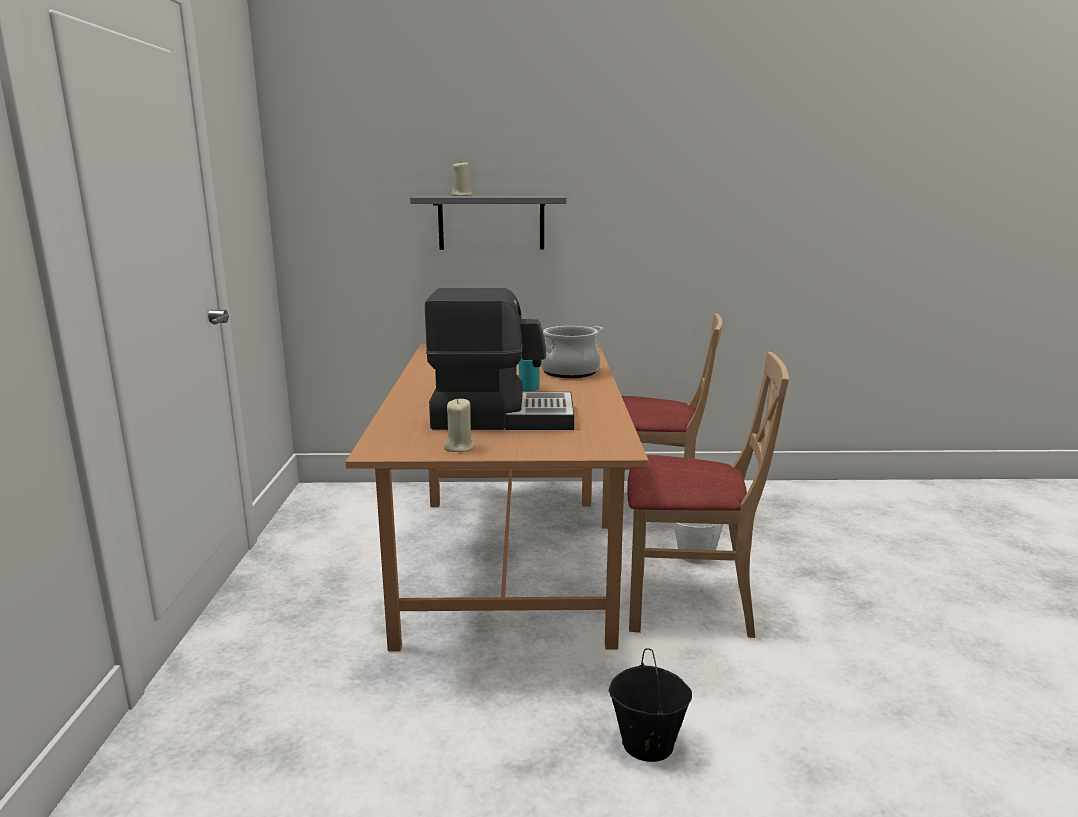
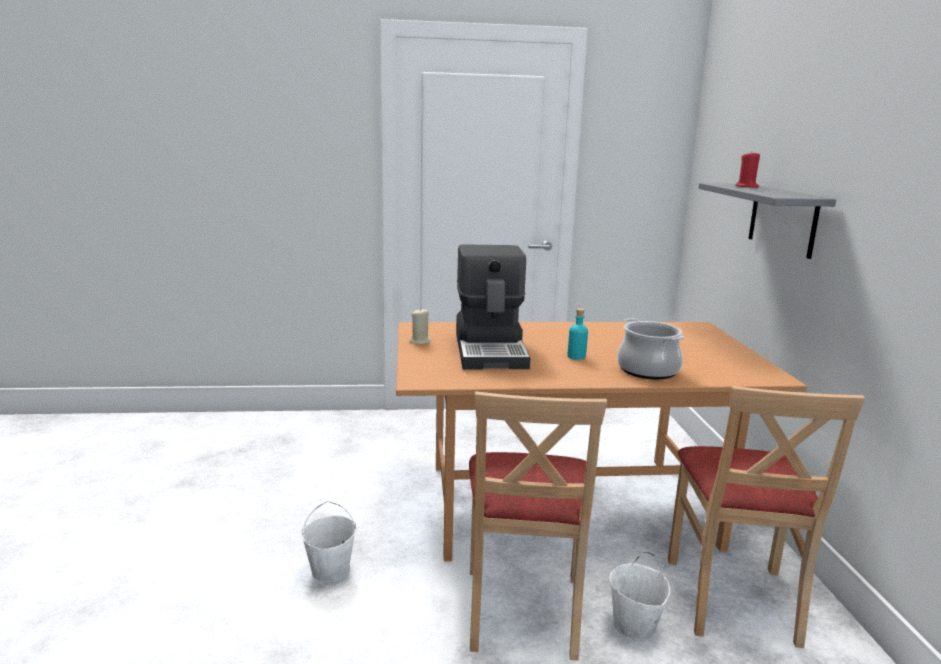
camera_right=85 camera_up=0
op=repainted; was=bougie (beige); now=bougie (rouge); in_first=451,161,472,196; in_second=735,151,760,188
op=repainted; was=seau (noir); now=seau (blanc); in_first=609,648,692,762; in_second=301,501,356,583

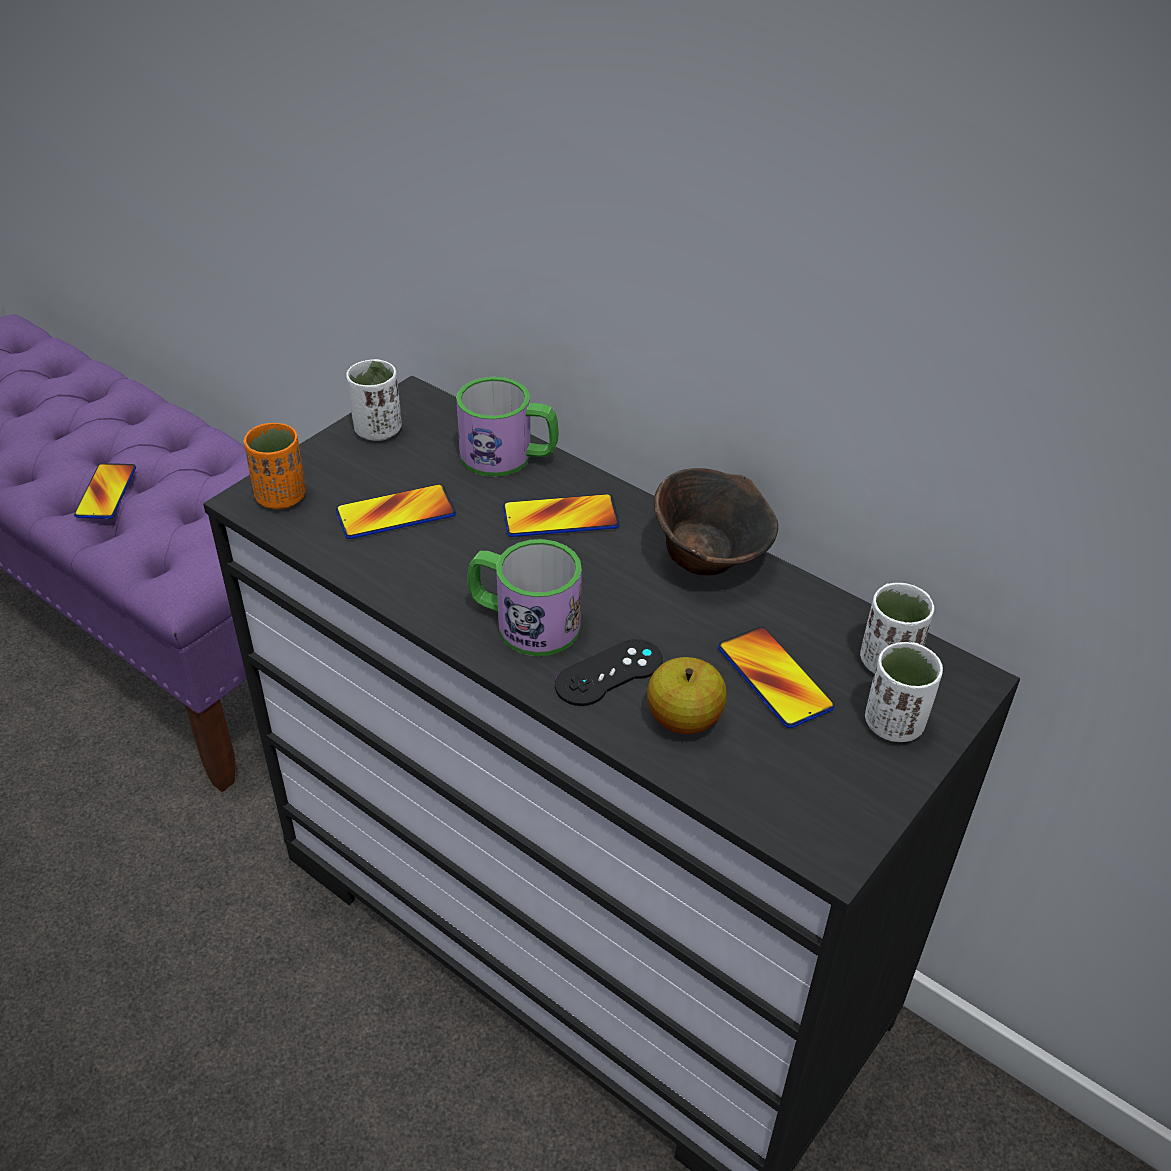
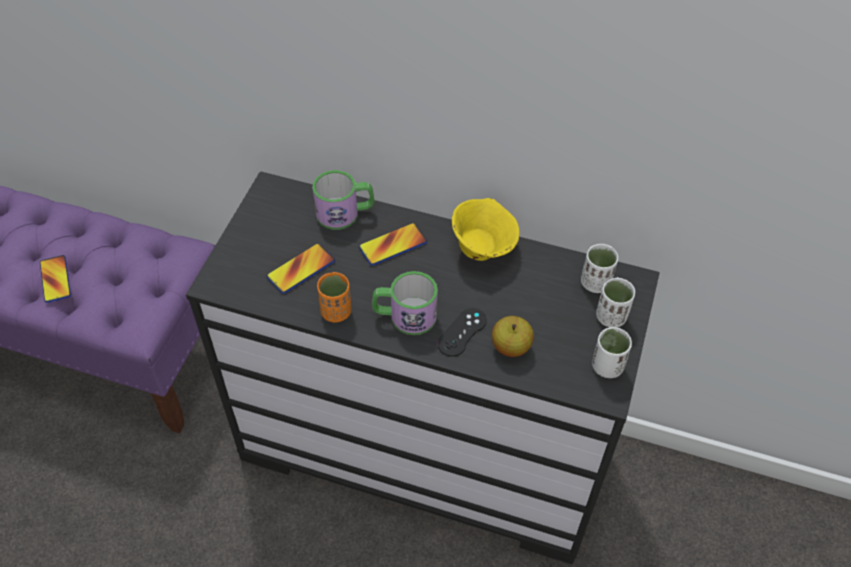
camera_right=-20 camera_up=10
op=shifted; was=tasse (orange); in_first=244,423,306,509; in_second=317,272,351,323
op=shifted; was=tasse (blanc); in_first=346,359,402,441; in_second=592,327,632,378
op=repainted; was=bol (marron); now=bol (jaune); in_first=654,468,778,576; in_second=452,198,520,261
op=gone; was=téléphone; in_first=718,626,835,728

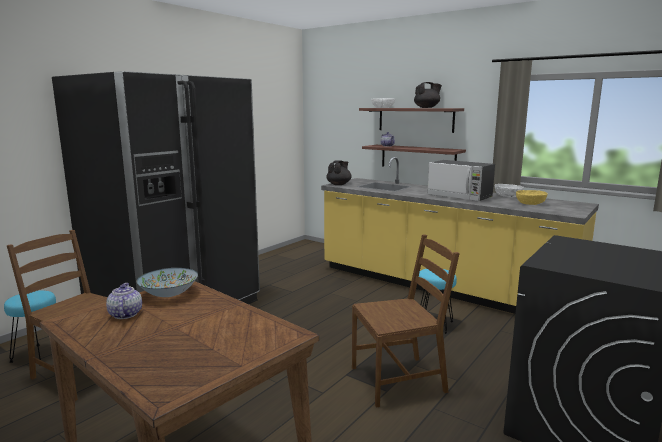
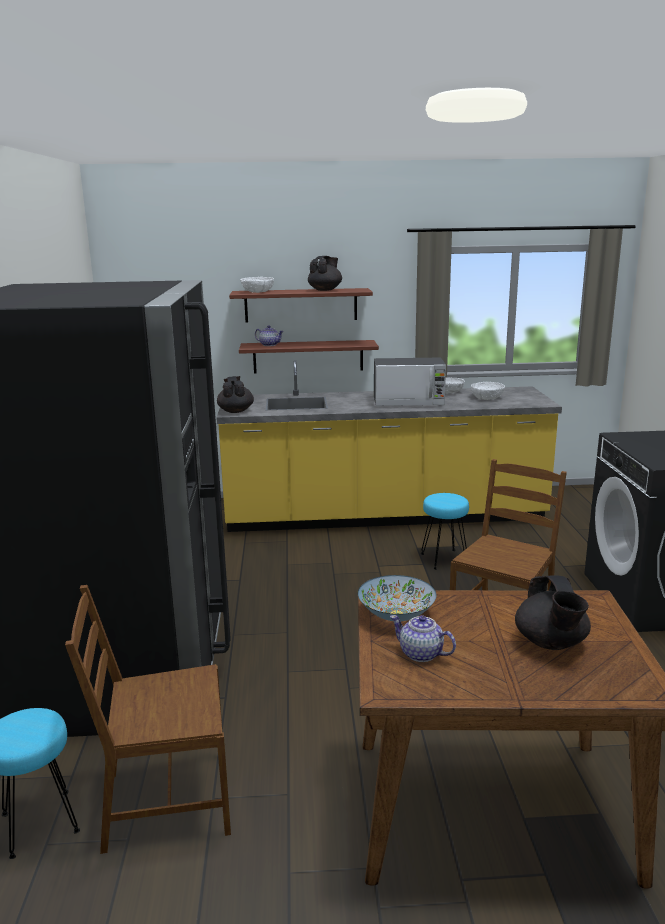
camera_right=-40 camera_up=5
op=repainted; was=bol (jaune); now=bol (blanc); in_first=516,190,548,205; in_second=471,382,505,400
op=new; now=théière (noir); in_second=515,576,591,650

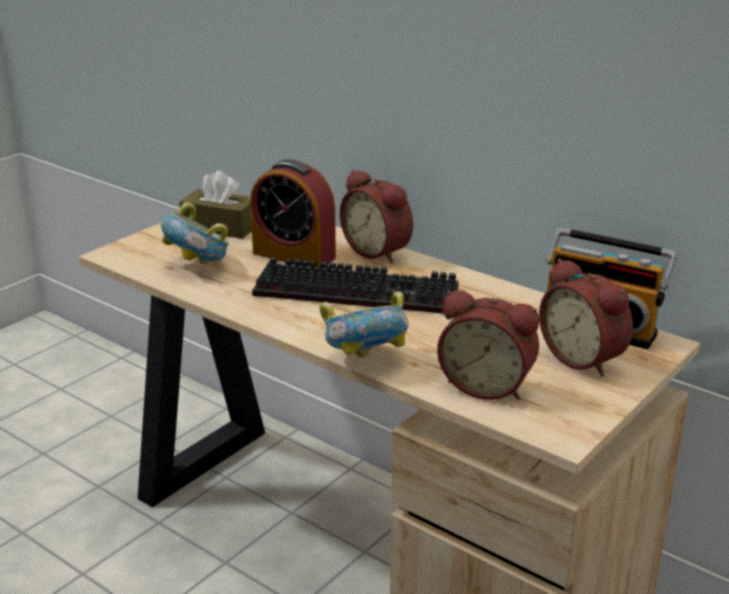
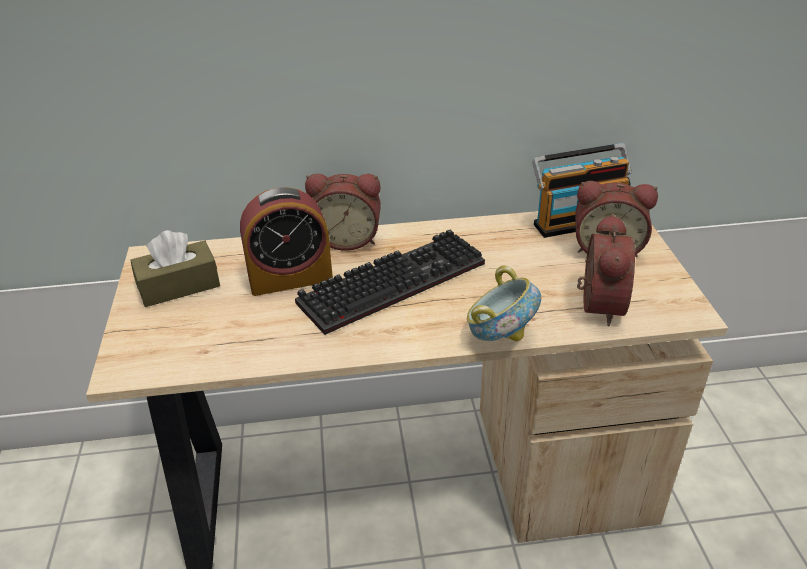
camera_right=-45 camera_up=10
op=gone; was=bol; in_first=161,202,229,265
op=rotated; was=réveil; in_first=437,290,539,400; in_second=577,214,635,326; clockwise=-60

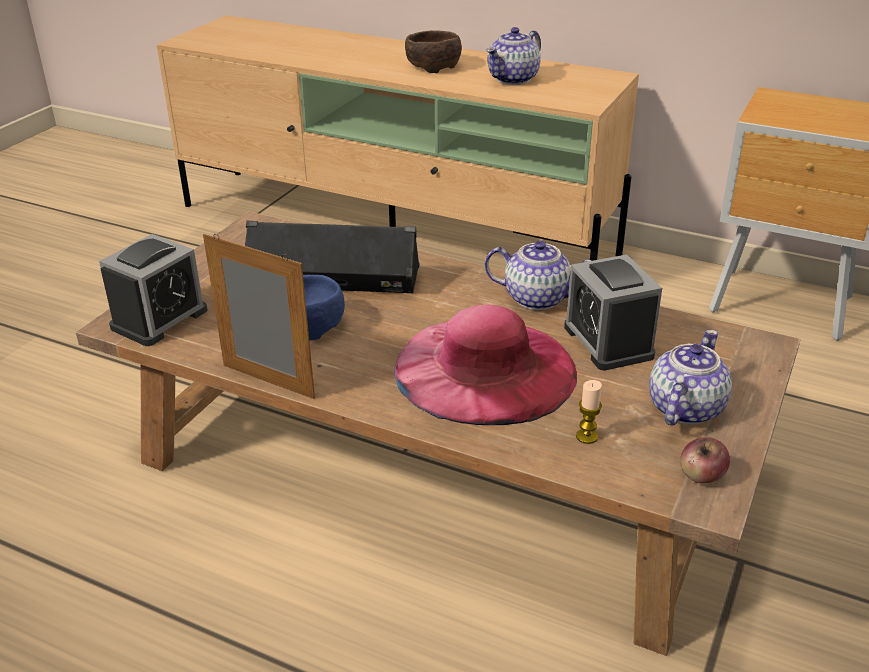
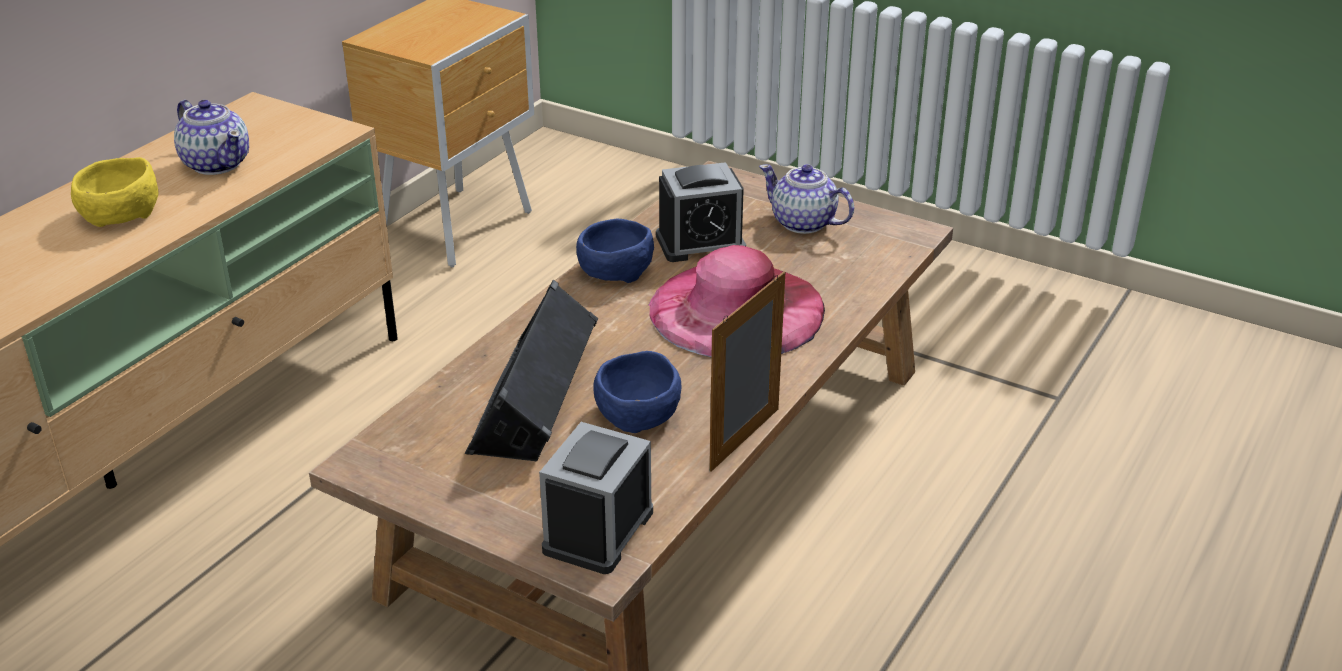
camera_right=-85 camera_up=0
op=rotated; was=réveil; in_first=99,234,208,346; in_second=539,422,653,574; clockwise=-105
op=repainted; was=bol (marron); now=bol (jaune); in_first=405,30,462,73; in_second=71,157,159,227
op=swapped; was=théière; now=bol (bleu); in_first=485,241,591,310; in_second=576,219,654,283
op=gone; was=bougie; in_first=576,380,602,444
op=gone; was=pomme; in_first=680,437,730,484

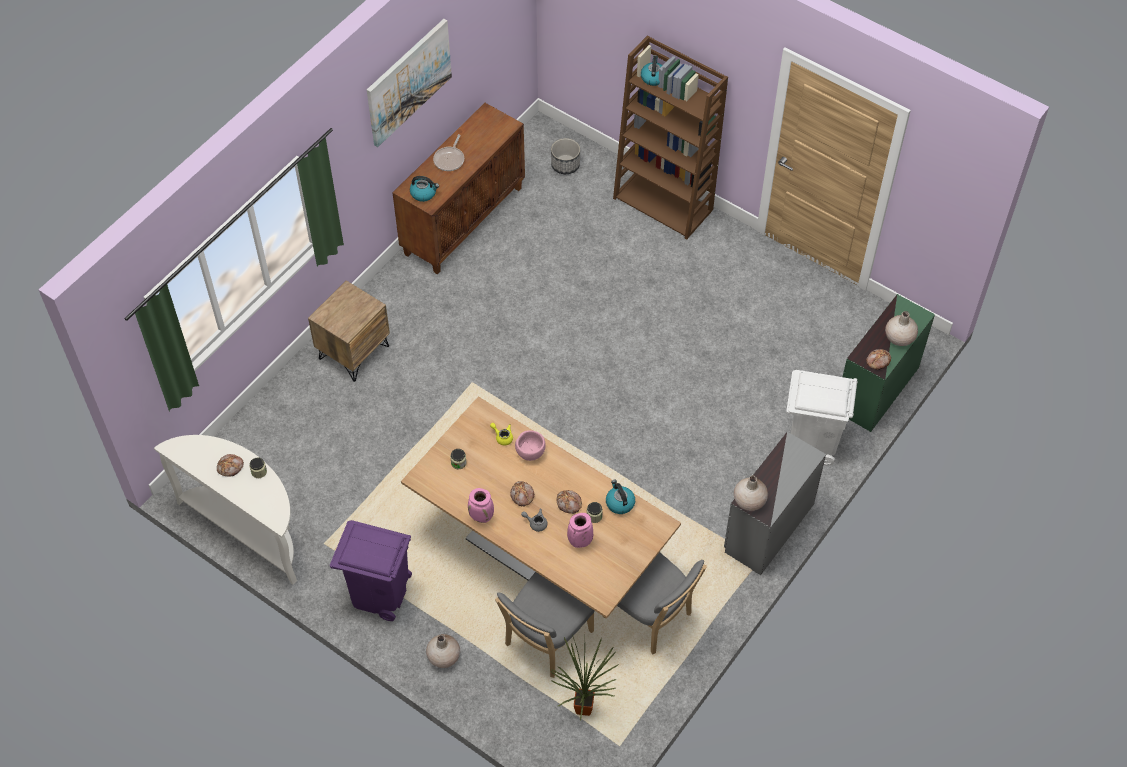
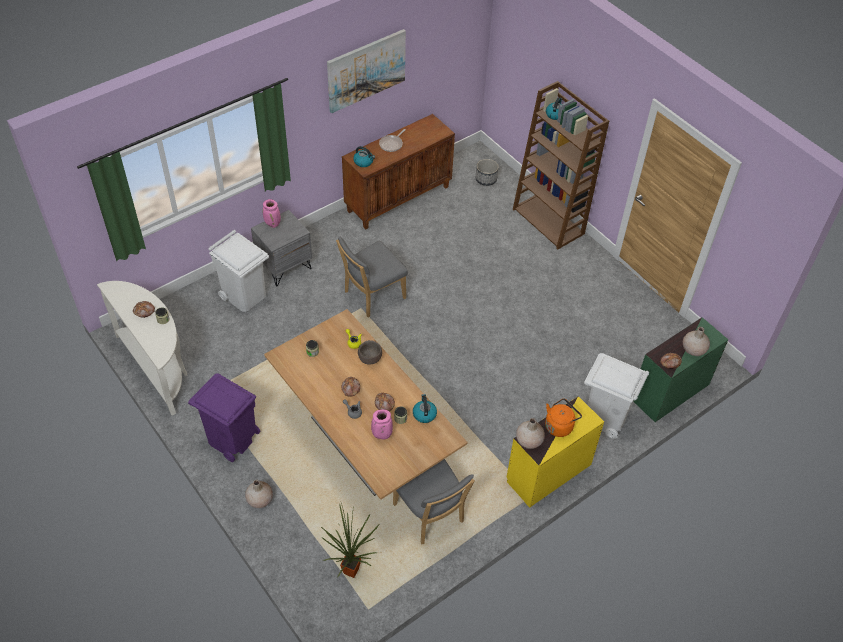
camera_right=15 camera_up=-5
op=repainted; was=table de chevet (marron); now=table de chevet (gris); in_first=308,280,390,382; in_second=251,210,312,286
op=shifted; was=vase (rose); in_first=468,488,494,523; in_second=262,199,281,228
op=shifted; was=chaise (gris); in_first=495,572,595,678; in_second=336,236,408,318
op=repainted; was=bol (rose); now=bol (marron); in_first=515,430,546,461; in_second=358,340,382,365
op=repainted; was=commode (gris); now=commode (jaune); in_first=724,432,826,575; in_second=507,396,604,508
op=new; now=poubelle (blanc); in_second=208,230,269,312
op=new; now=bouilloire (orange); in_second=545,398,582,437

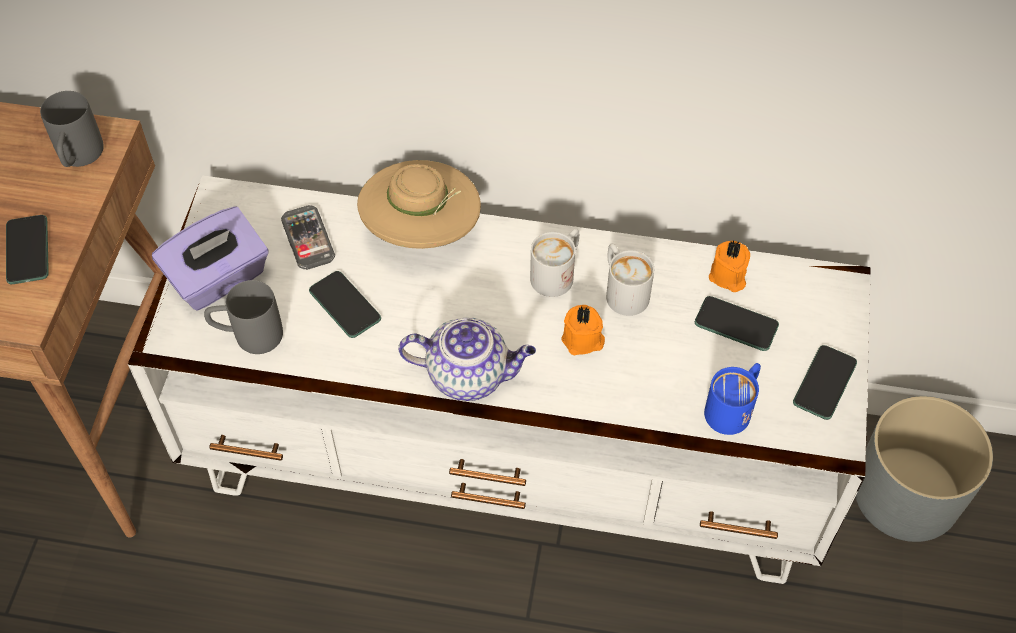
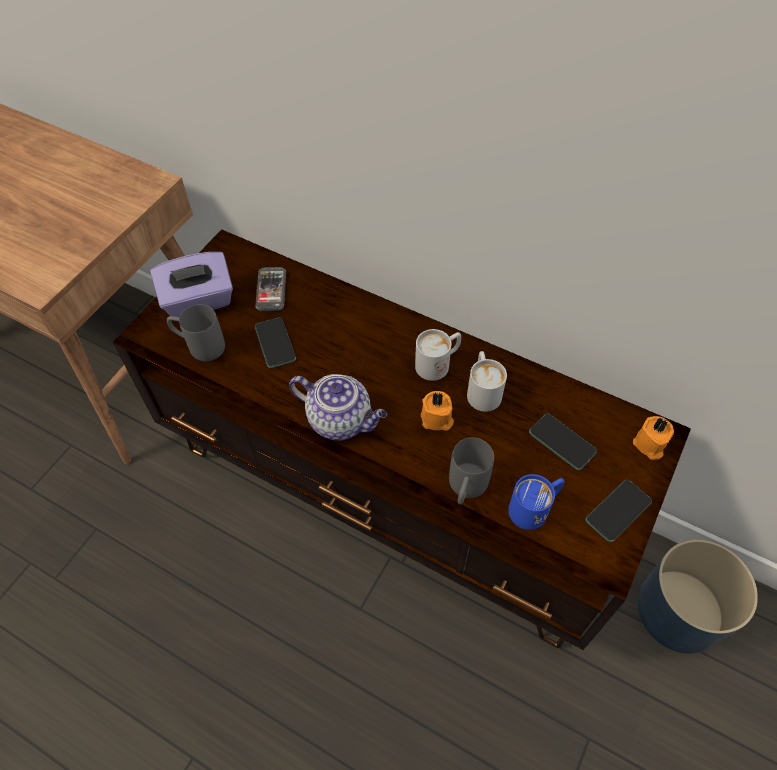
camera_right=20 camera_up=0
op=gone; was=téléphone; in_first=6,215,49,284
op=shifted; was=mug (gris); in_first=40,91,104,167; in_second=449,438,494,505
op=repainted; was=meuble télé (blanc); now=meuble télé (marron); in_first=128,175,871,584; in_second=113,229,691,650
op=gone; was=chapeau (beige); in_first=357,160,481,249
op=shifted; was=bougie (orange); in_first=709,240,750,292; in_second=633,416,674,460
op=repainted; was=cache-pot (gris); now=cache-pot (bleu); in_first=855,396,993,542; in_second=638,539,758,654

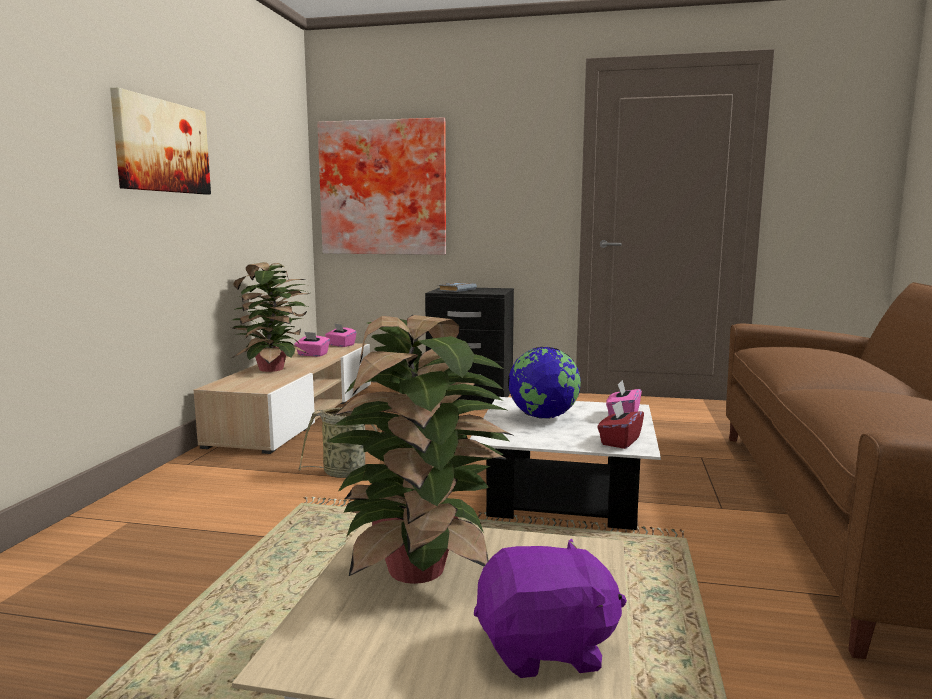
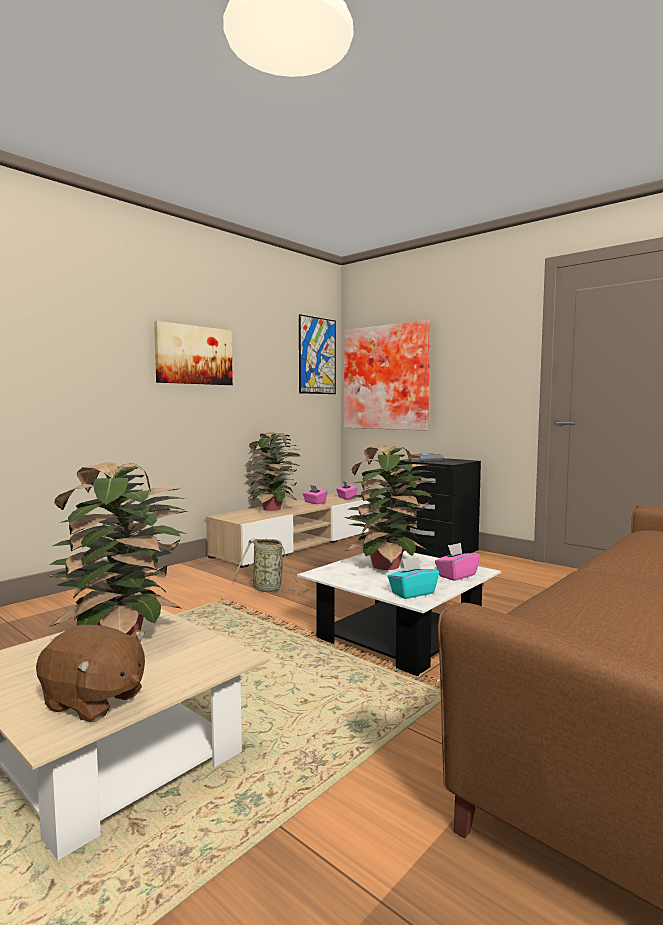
camera_right=30 camera_up=-5
op=repainted; was=peluche (violet); now=peluche (marron); in_first=474,538,627,678; in_second=36,625,145,722
op=swapped; was=globe; now=plante en pot; in_first=508,347,581,419; in_second=343,445,435,570
op=repainted; was=boîte à mouchoirs (rouge); now=boîte à mouchoirs (turquoise); in_first=597,400,644,449; in_second=387,557,439,599
op=new; now=tableau; in_second=299,314,336,394

